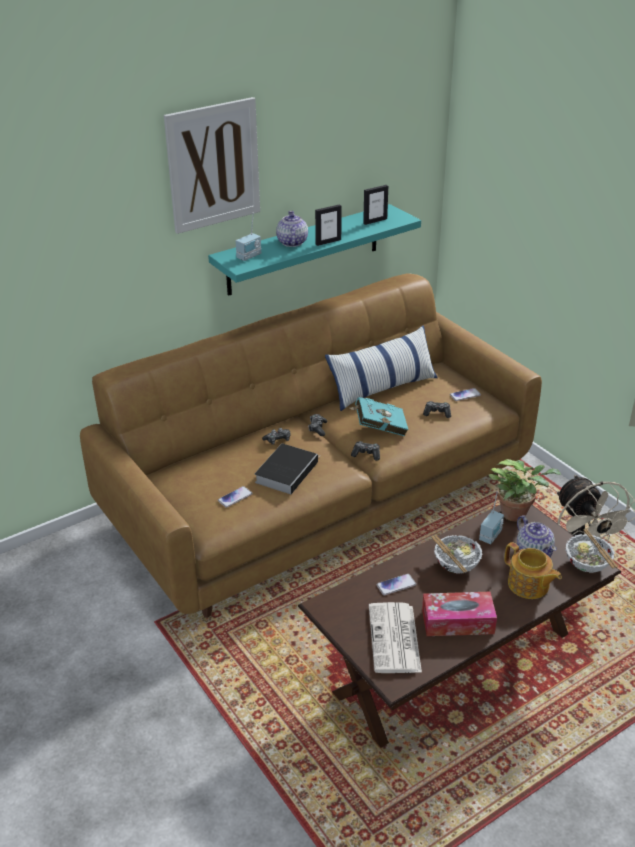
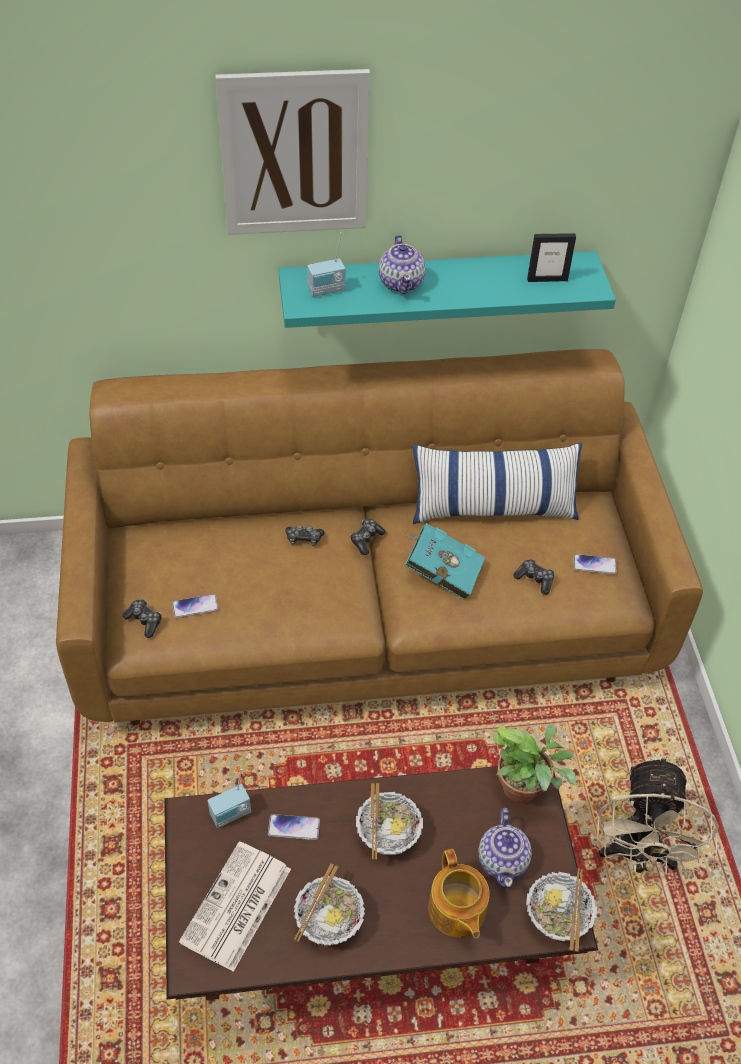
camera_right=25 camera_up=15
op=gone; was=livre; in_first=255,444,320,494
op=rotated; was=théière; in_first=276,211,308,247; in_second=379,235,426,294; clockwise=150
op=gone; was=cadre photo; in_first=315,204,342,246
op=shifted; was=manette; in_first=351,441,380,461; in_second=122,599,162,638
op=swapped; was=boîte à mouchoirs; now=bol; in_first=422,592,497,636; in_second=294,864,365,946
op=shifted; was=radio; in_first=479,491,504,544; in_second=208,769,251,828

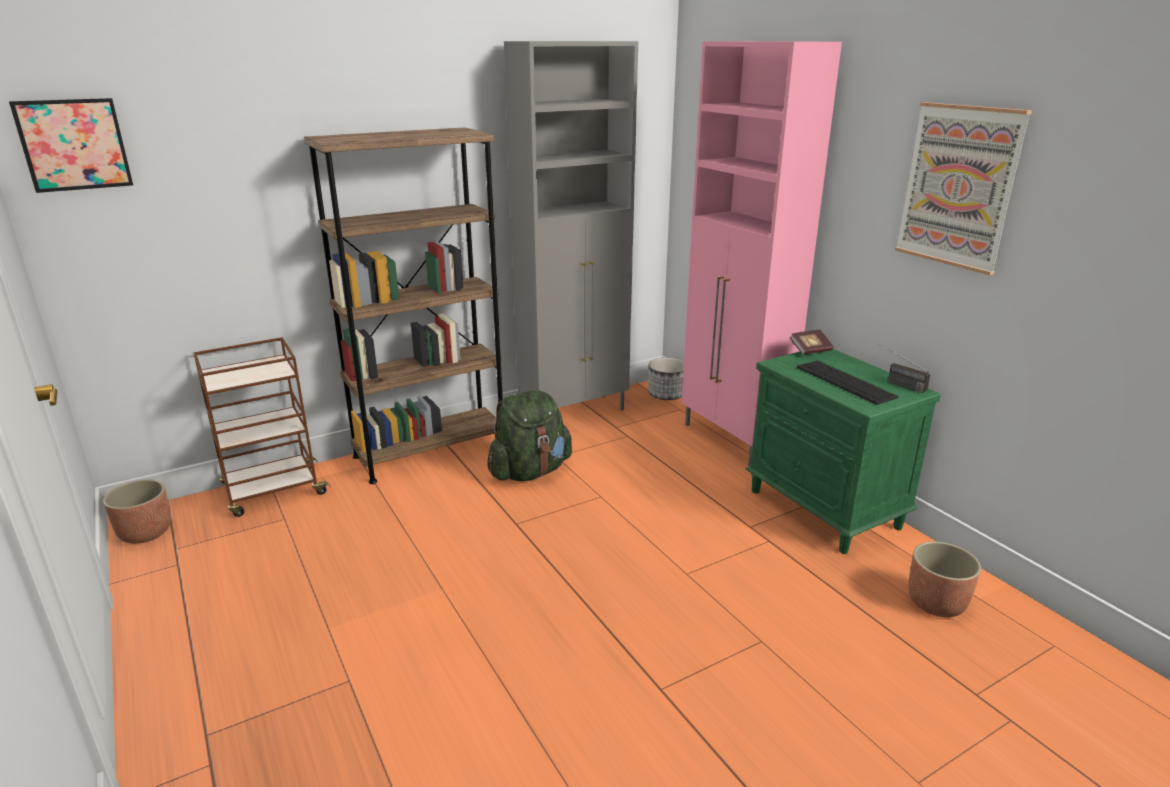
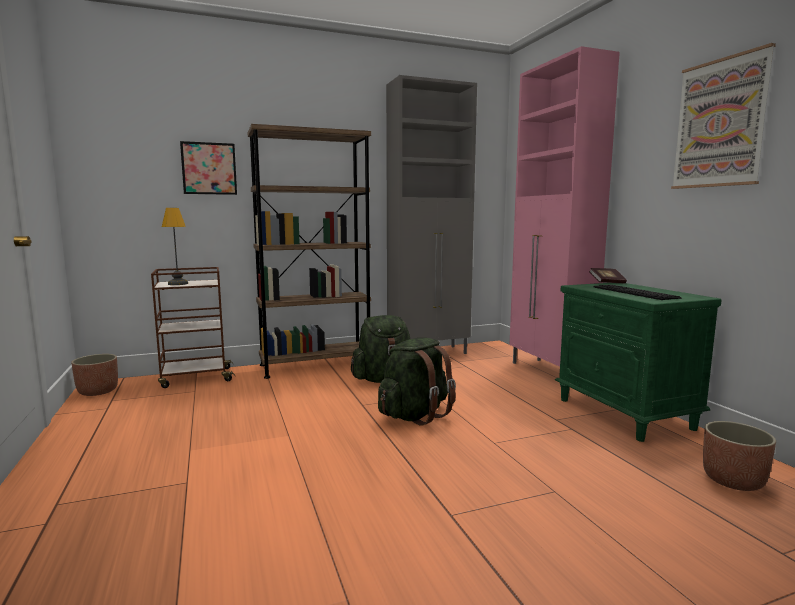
camera_right=10 camera_up=-15
op=shifted; was=tableau; in_first=9,98,133,193; in_second=180,141,237,195
op=gone; was=cache-pot; in_first=648,358,684,400
op=gone; was=radio; in_first=879,344,930,393
op=new; now=lampe de table; in_second=162,208,188,285
op=new; now=sac à dos (vert); in_second=378,338,456,426

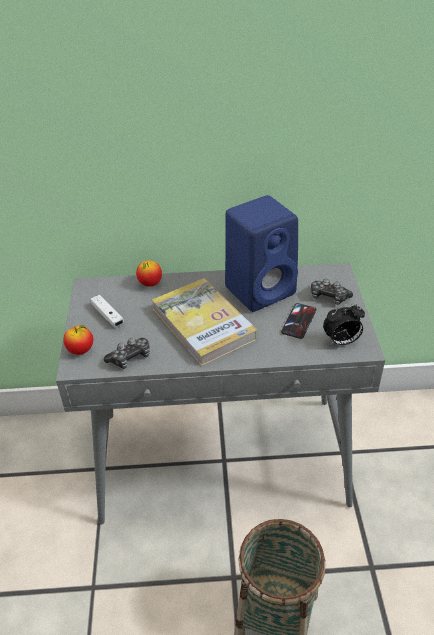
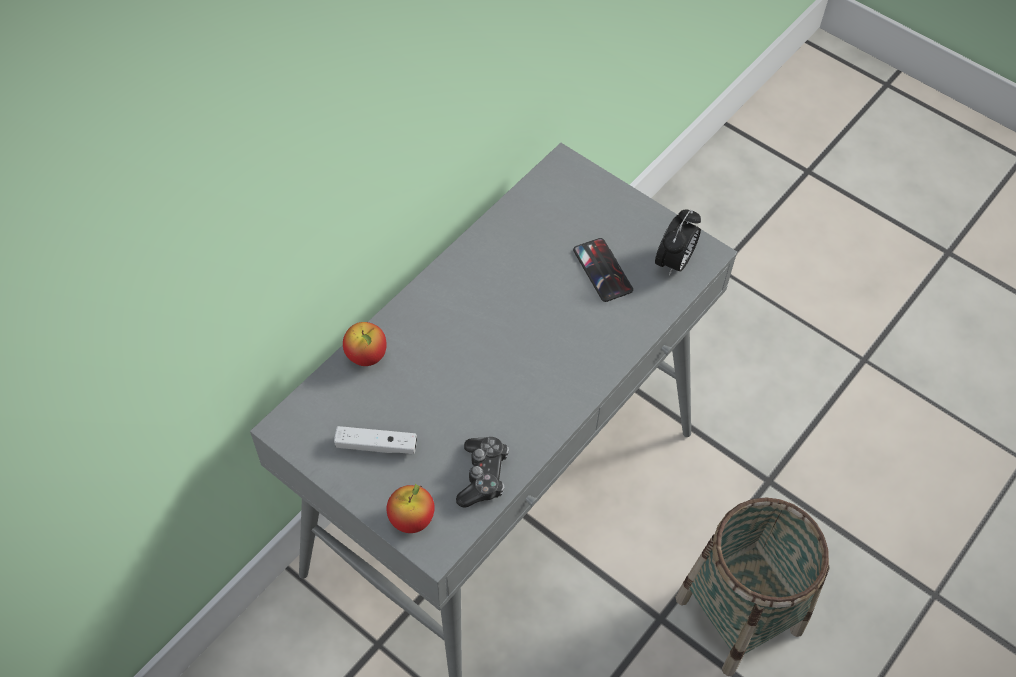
camera_right=-50 camera_up=15
op=gone; was=livre; in_first=152,278,257,366
op=gone; was=enceinte (bleu); in_first=225,195,298,312
op=gone; was=manette; in_first=311,279,353,305

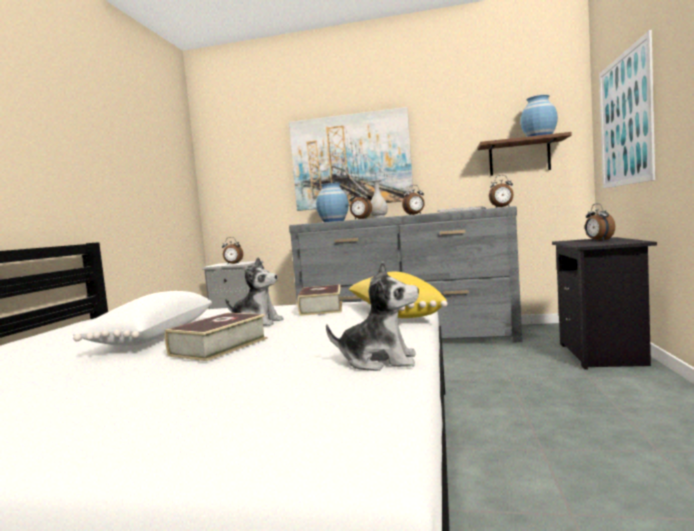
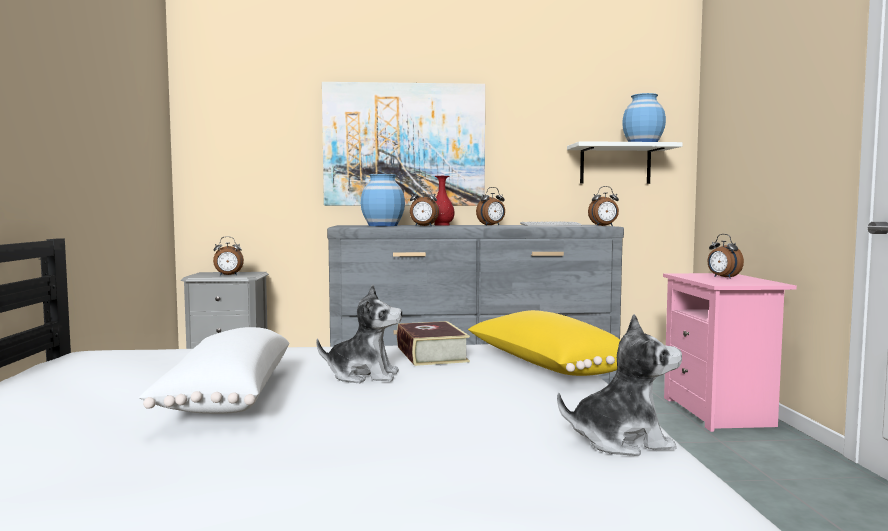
camera_right=-15 camera_up=0
op=gone; was=livre; in_first=165,313,268,361
op=repainted; was=vase (blanc); now=vase (rouge); in_first=371,180,388,218; in_second=434,176,454,226
op=repainted; was=étagère (marron); now=étagère (blanc); in_first=477,132,572,176; in_second=567,141,683,184
op=repainted; was=table de chevet (noir); now=table de chevet (rose); in_first=552,237,657,370; in_second=663,273,797,432
op=gone; was=tableau; in_first=599,30,655,188

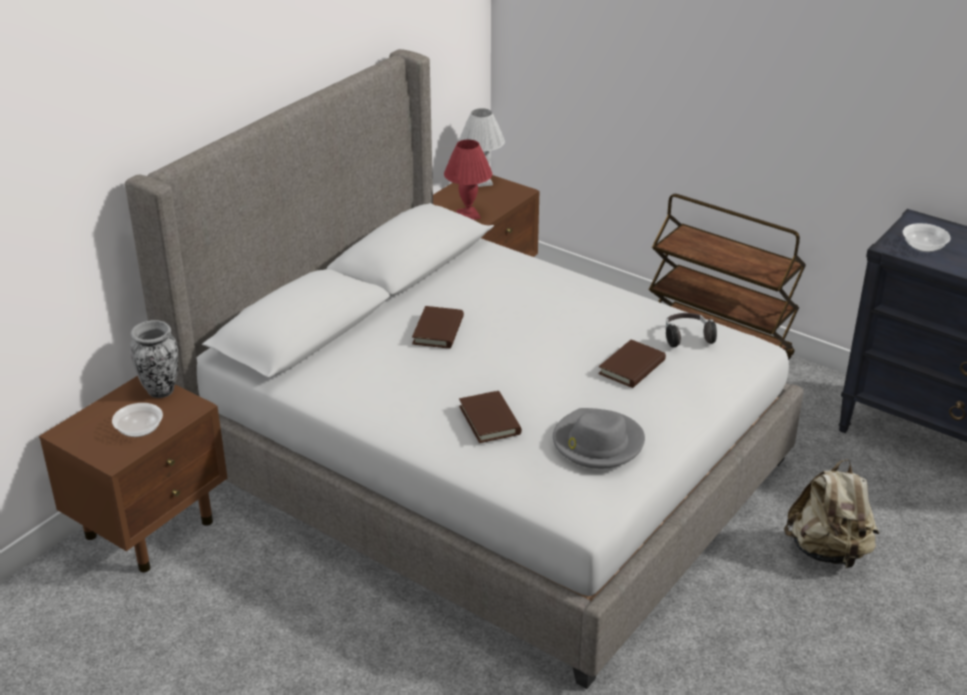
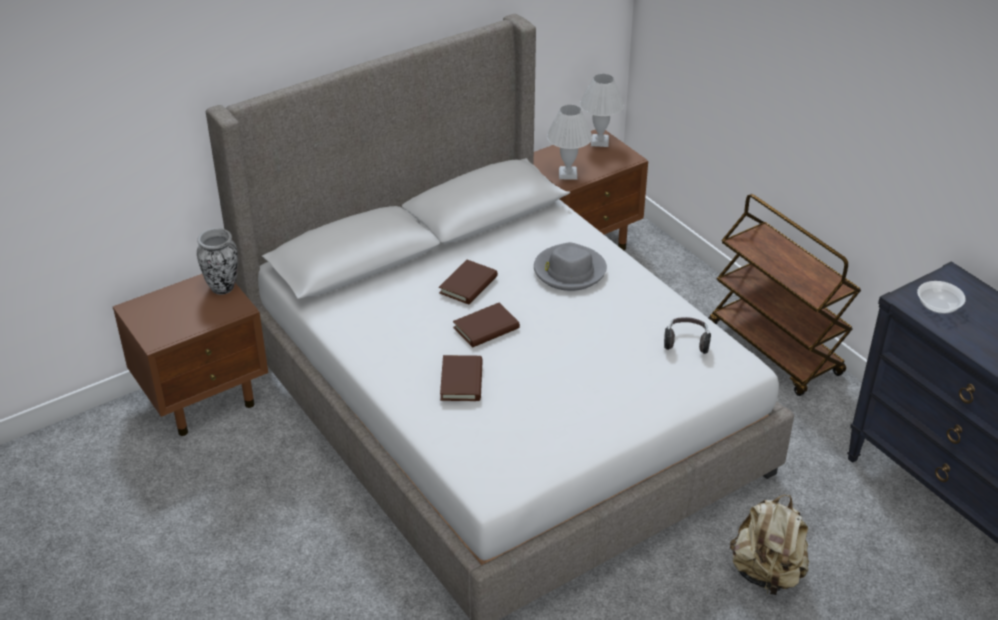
camera_right=20 camera_up=5
op=gone; was=bol; in_first=112,403,163,437
op=repainted; was=lampe de table (rouge); now=lampe de table (blanc); in_first=444,140,492,220; in_second=547,105,592,179
op=shifted; was=chapeau (gris); in_first=553,408,645,469; in_second=534,242,607,291
op=shifted; was=livre (marron); in_first=598,339,666,388; in_second=453,303,520,347

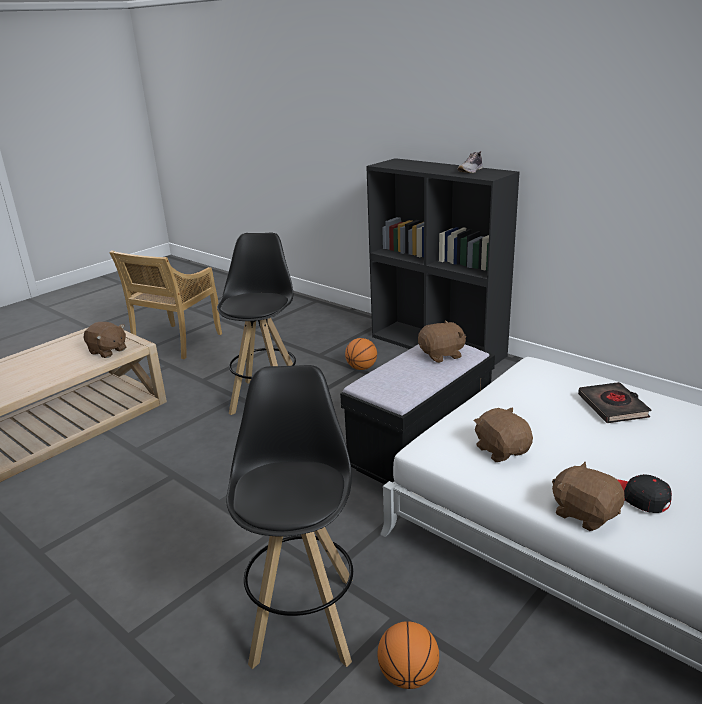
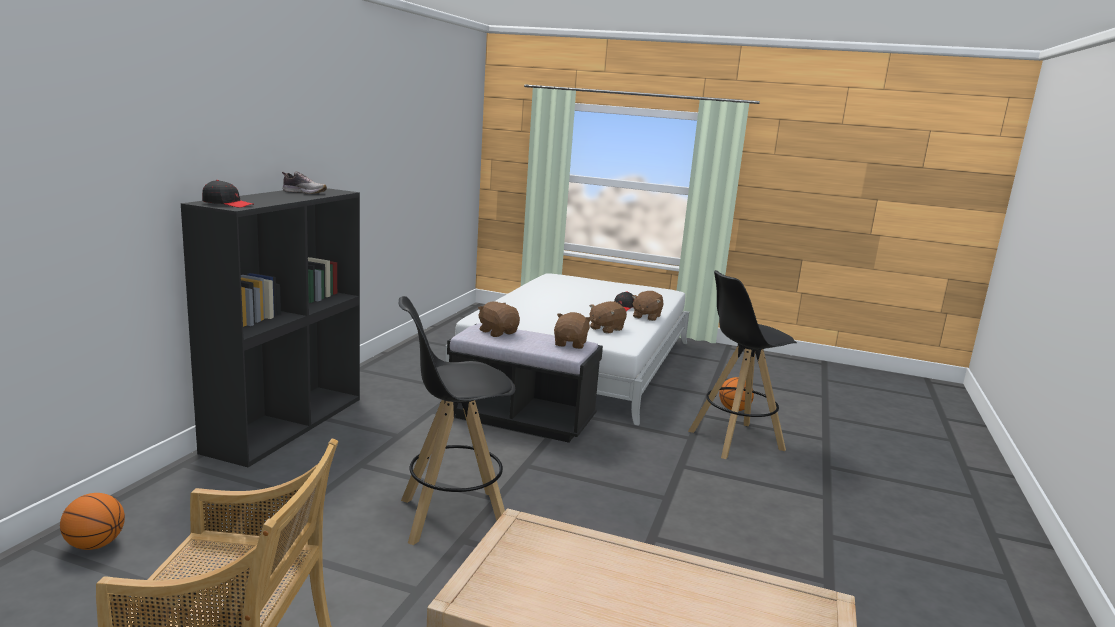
camera_right=-115 camera_up=-10
op=shifted; was=peluche (marron); in_first=84,322,126,358; in_second=554,312,592,349
op=shifted; was=ballon de basket; in_first=345,338,377,370; in_second=60,493,125,550
op=gone; was=livre (noir); in_first=578,382,651,423
op=new; now=casquette (noir); in_second=202,180,254,208

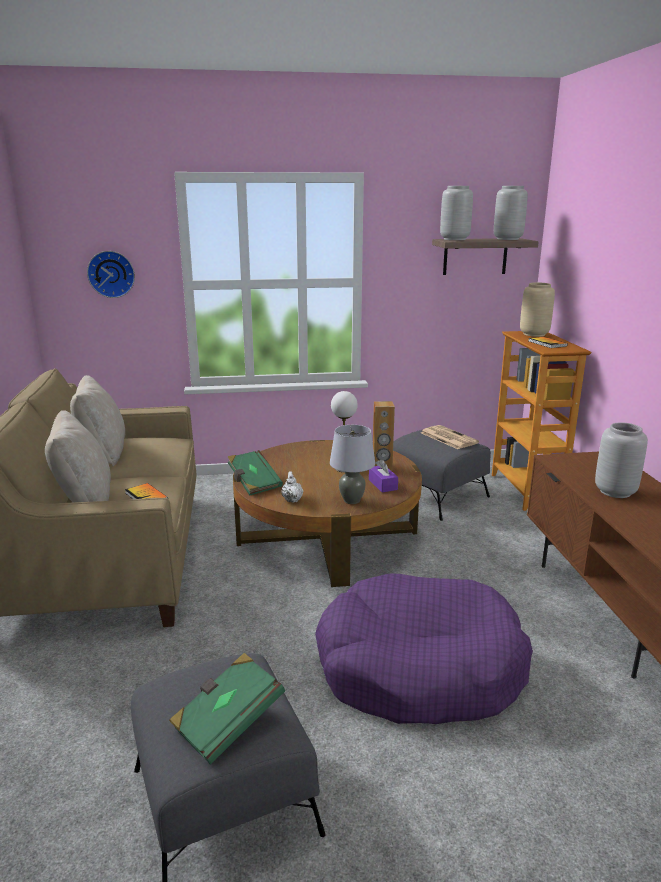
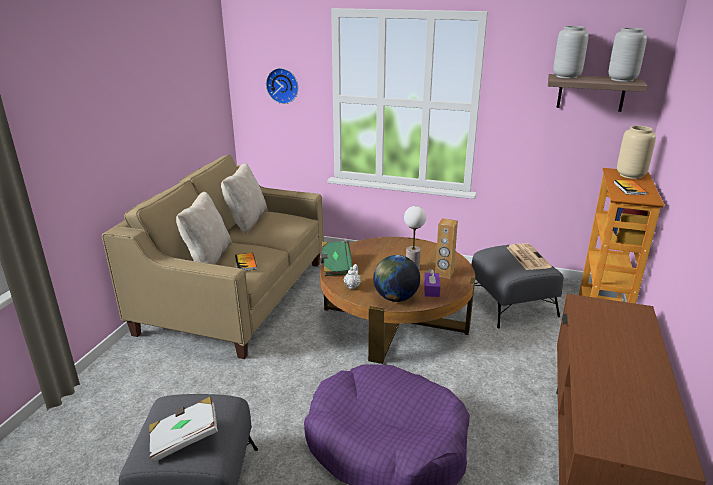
camera_right=25 camera_up=5
op=repainted; was=livre (vert); now=livre (blanc); in_first=169,653,285,765; in_second=149,397,218,462
op=swapped; was=lampe de table (gris); now=globe; in_first=330,425,375,504; in_second=373,255,420,302
op=gone; was=vase (gris); in_first=595,422,648,498

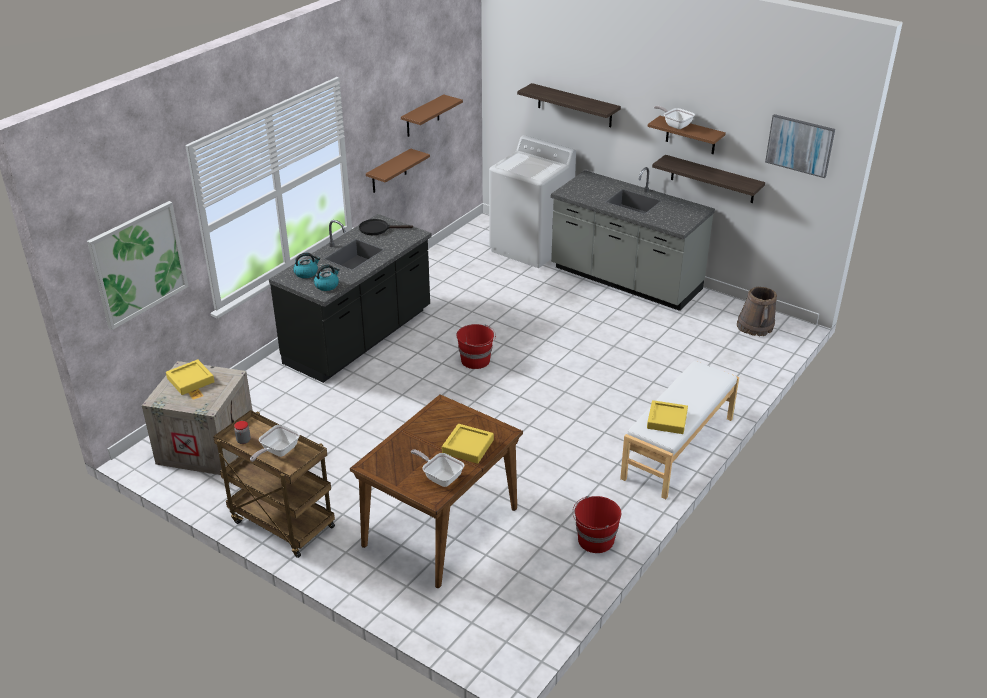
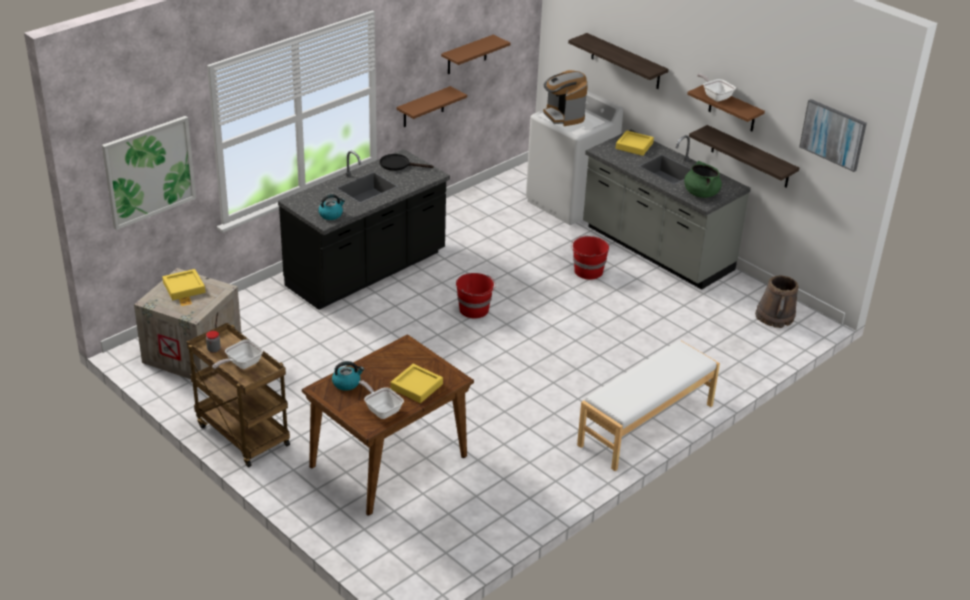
camera_right=10 camera_up=0
op=shifted; was=bouilloire; in_first=293,253,320,278; in_second=332,361,364,391
op=shifted; was=seau (rouge); in_first=572,496,621,553; in_second=571,235,609,280
op=shifted; was=plateau (jaune); in_first=647,400,688,434; in_second=616,130,654,156
op=new; now=machine à café; in_second=543,70,588,126
op=new; now=marmite (vert); in_second=684,161,722,198

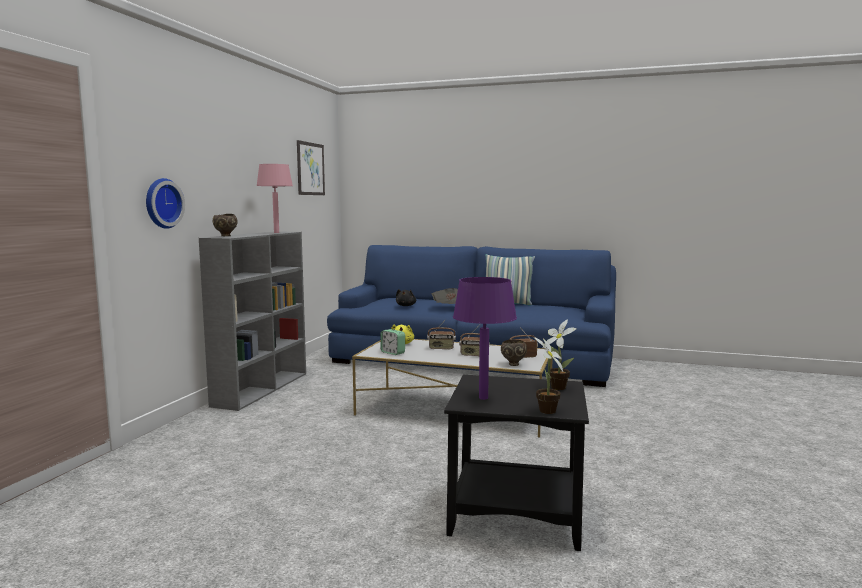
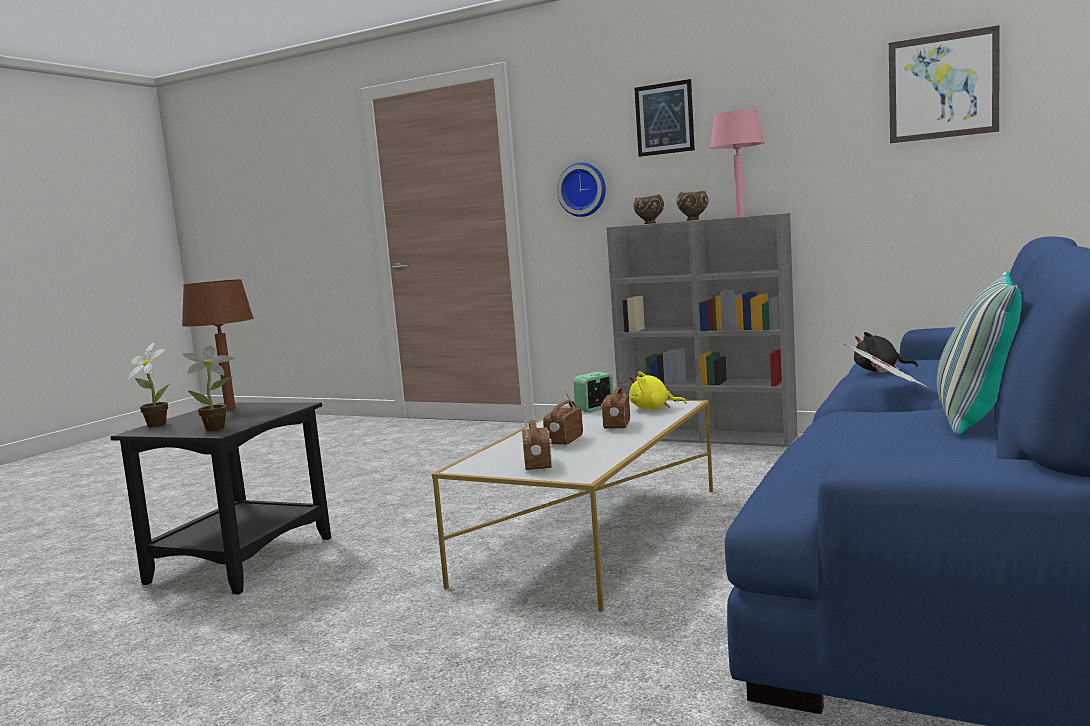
camera_right=100 camera_up=0
op=repainted; was=lampe de table (violet); now=lampe de table (marron); in_first=453,277,517,400; in_second=182,279,254,410
op=shifted; was=bol (marron); in_first=501,339,527,366; in_second=677,191,708,221
op=new; now=tableau; in_second=634,79,695,157

